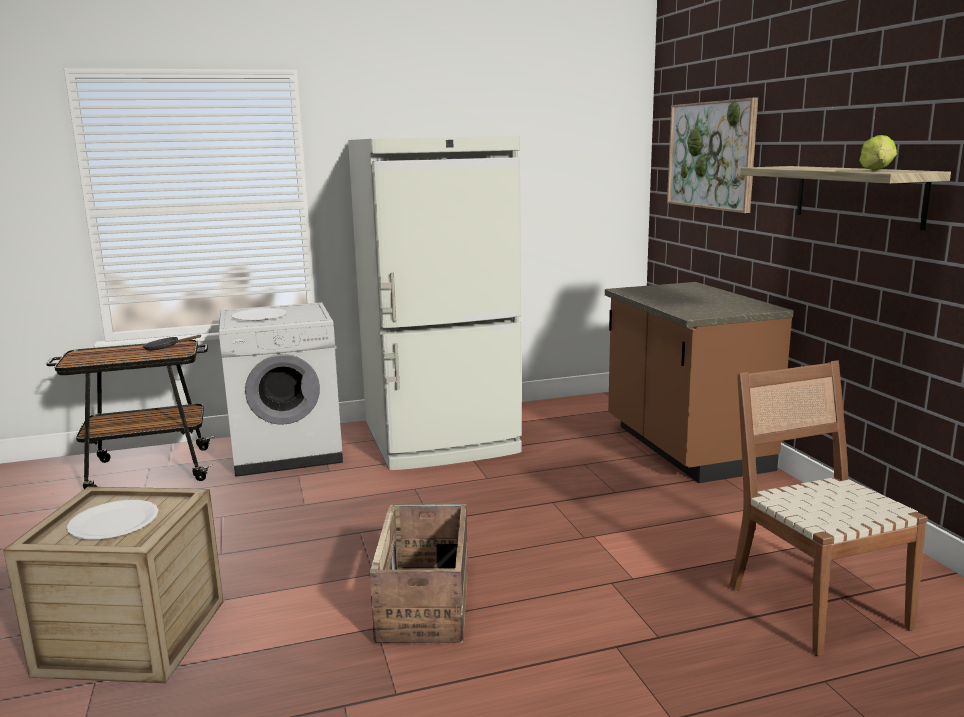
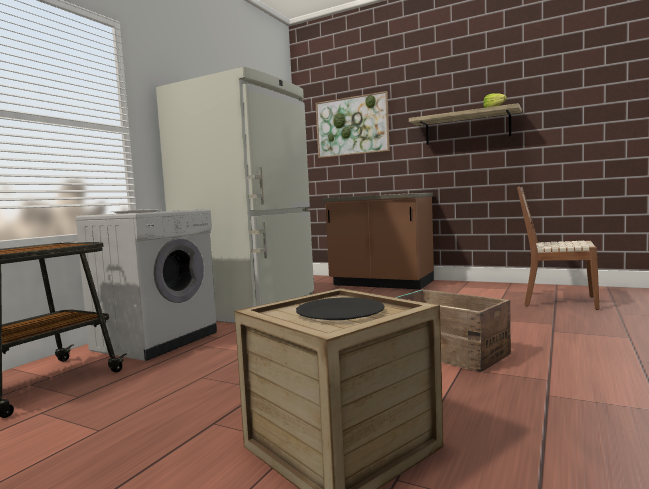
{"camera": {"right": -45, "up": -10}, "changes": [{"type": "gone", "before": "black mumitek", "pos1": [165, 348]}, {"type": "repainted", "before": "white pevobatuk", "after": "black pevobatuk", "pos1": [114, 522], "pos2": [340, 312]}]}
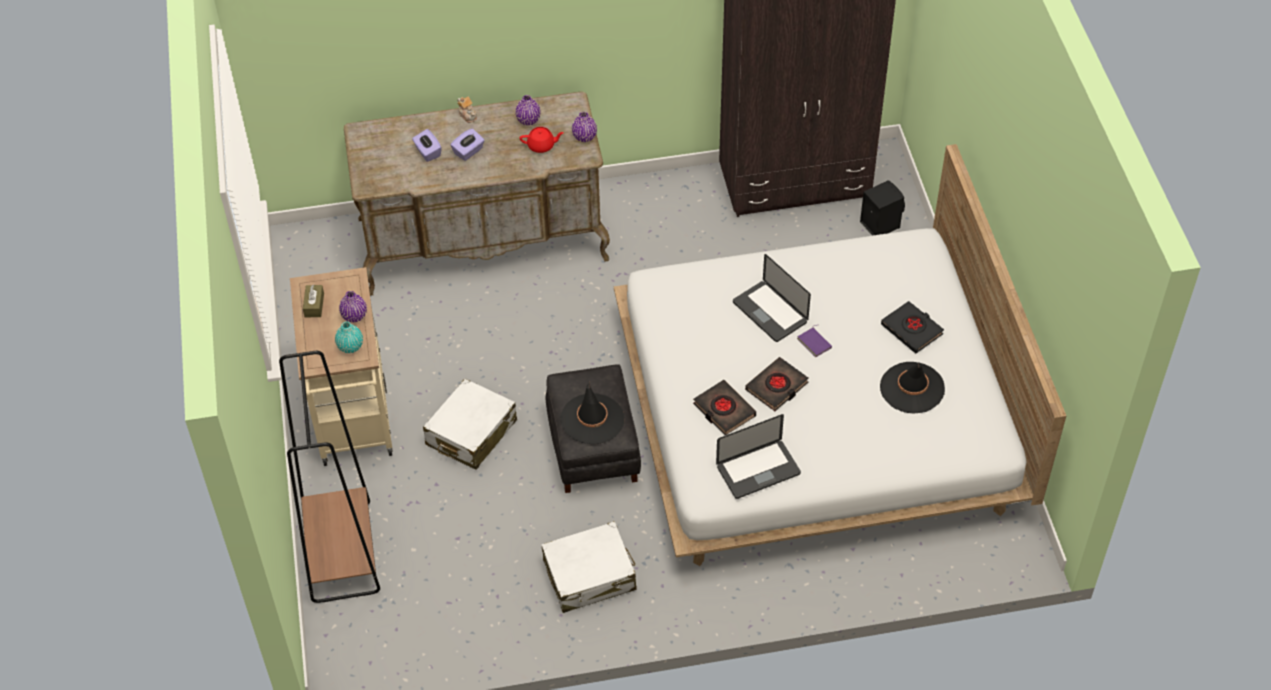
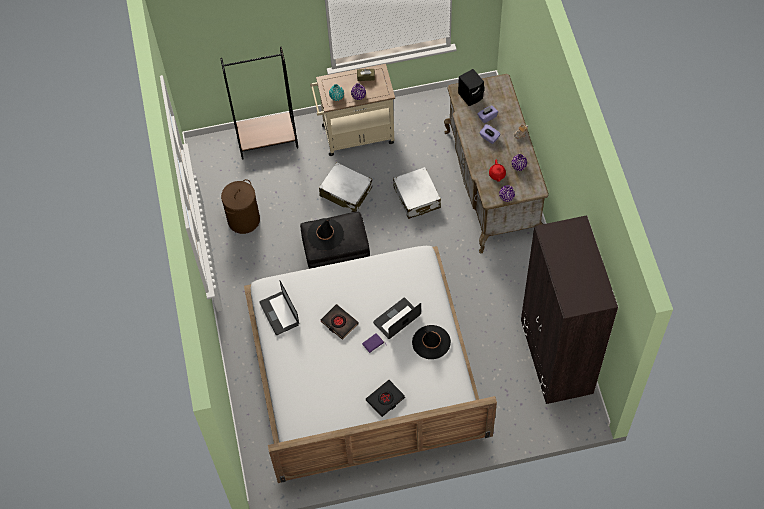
{"camera": {"right": 90, "up": 10}, "changes": [{"type": "gone", "before": "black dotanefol", "pos1": [724, 410]}, {"type": "new", "after": "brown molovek", "pos2": [244, 219]}, {"type": "shifted", "before": "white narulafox", "pos1": [590, 575], "pos2": [417, 197]}, {"type": "shifted", "before": "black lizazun", "pos1": [879, 224], "pos2": [471, 95]}, {"type": "shifted", "before": "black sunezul", "pos1": [912, 388], "pos2": [431, 342]}]}
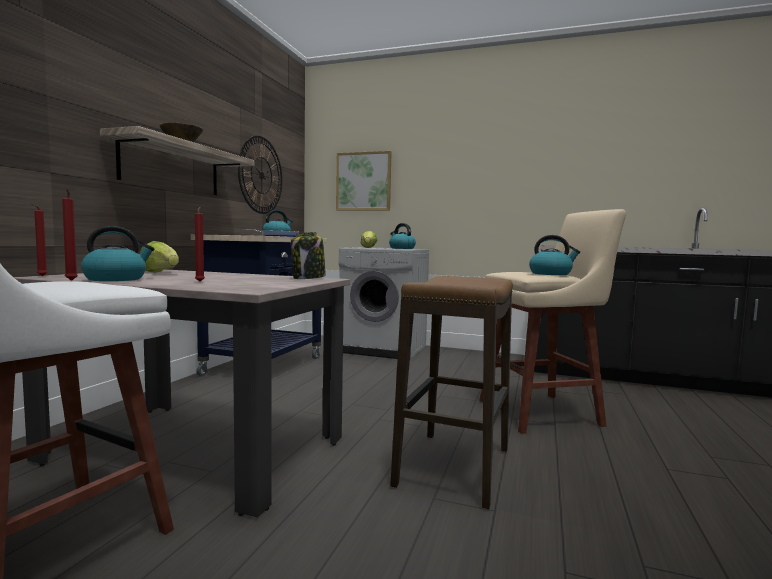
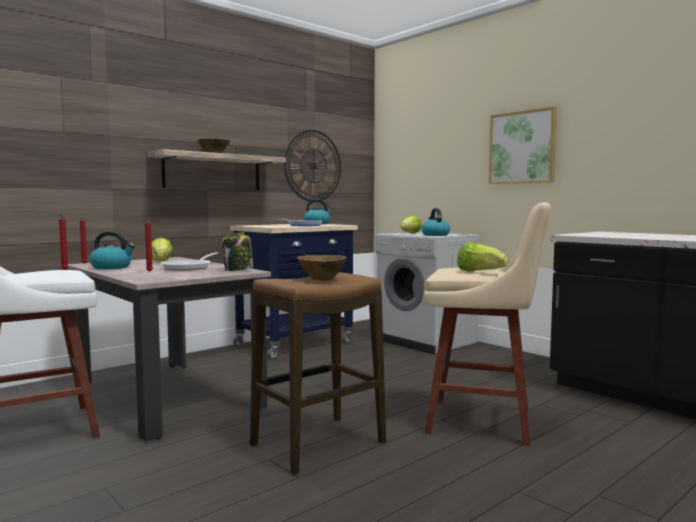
{"camera": {"right": 30, "up": 0}, "changes": [{"type": "new", "after": "mumitek", "pos2": [189, 267]}, {"type": "new", "after": "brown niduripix", "pos2": [321, 279]}, {"type": "shifted", "before": "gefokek", "pos1": [363, 181], "pos2": [522, 147]}, {"type": "swapped", "before": "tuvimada", "after": "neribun", "pos1": [551, 274], "pos2": [480, 272]}]}
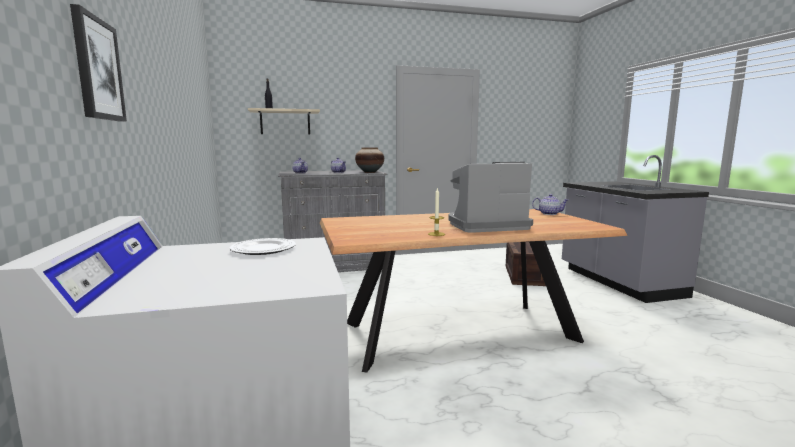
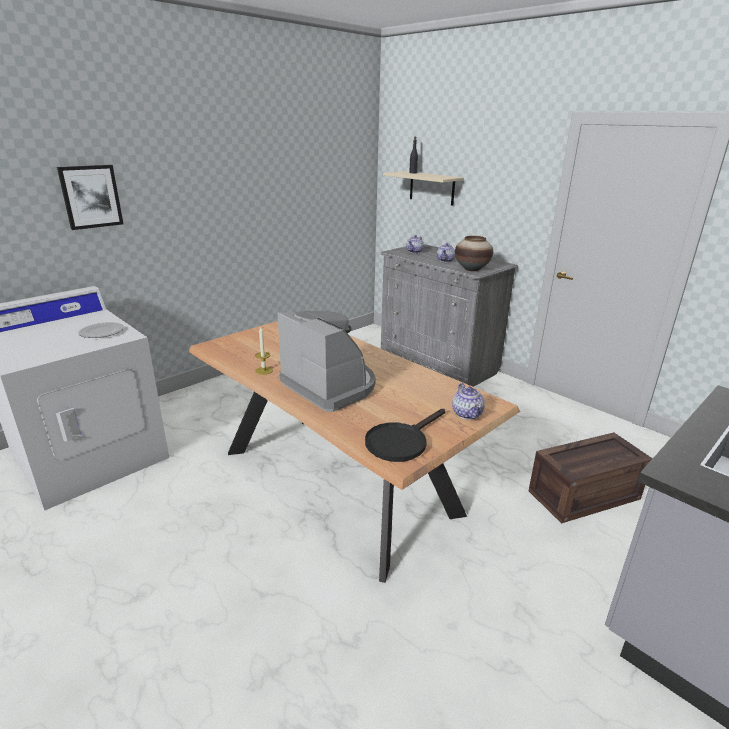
{"camera": {"right": 60, "up": 15}, "changes": [{"type": "new", "after": "black mumitek", "pos2": [401, 441]}]}
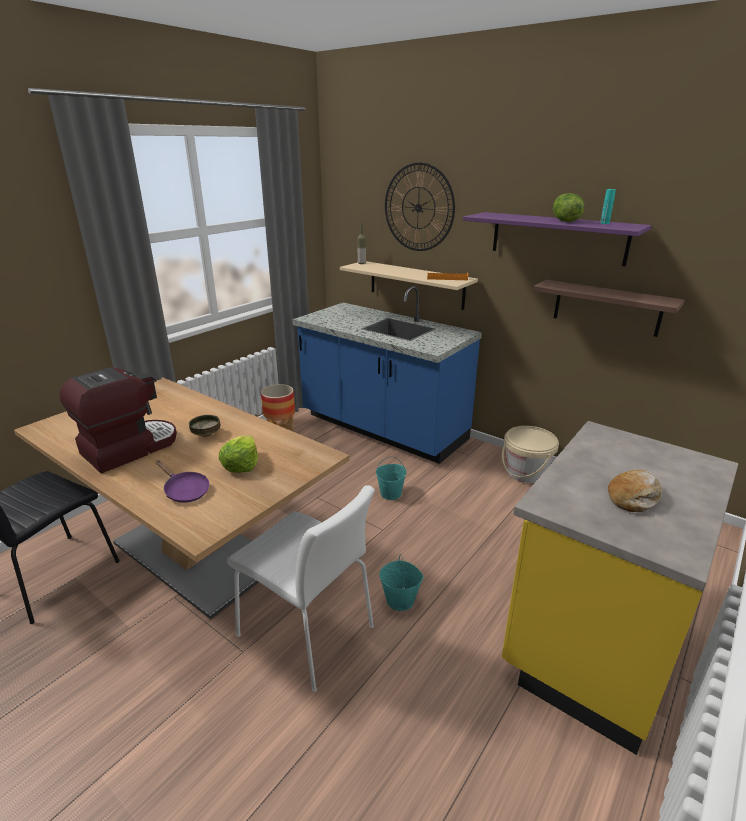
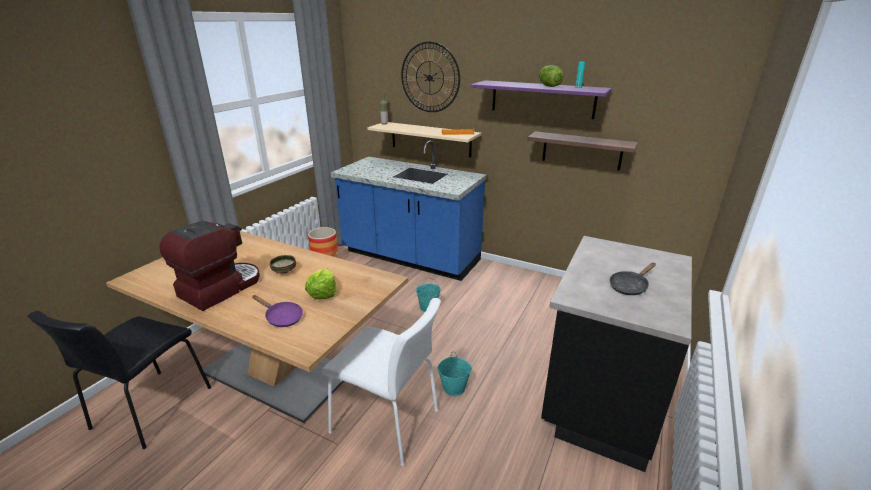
{"camera": {"right": -10, "up": 0}, "changes": [{"type": "gone", "before": "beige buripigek", "pos1": [526, 472]}, {"type": "swapped", "before": "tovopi", "after": "black mumitek", "pos1": [633, 497], "pos2": [630, 286]}, {"type": "repainted", "before": "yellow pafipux", "after": "black pafipux", "pos1": [590, 642], "pos2": [599, 399]}]}
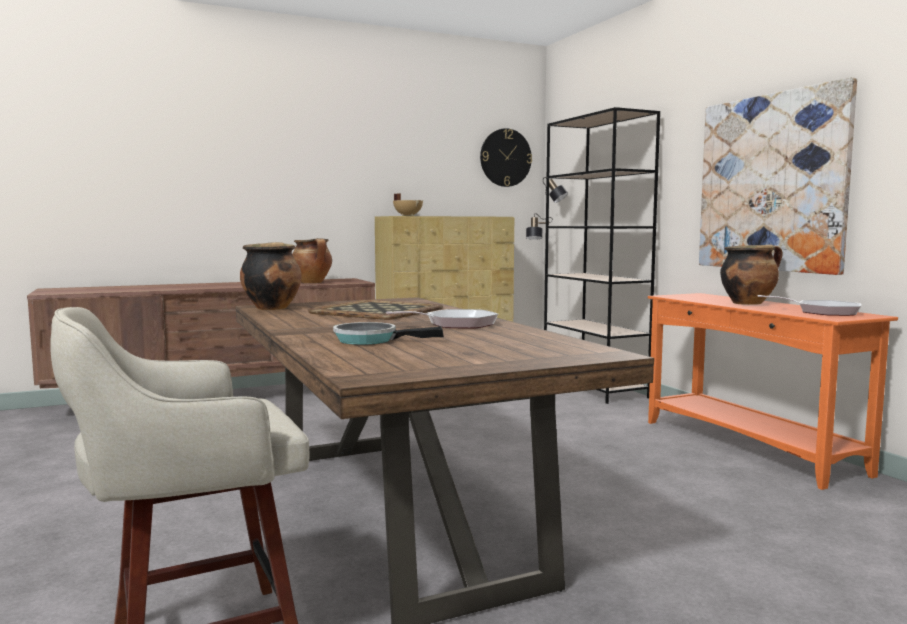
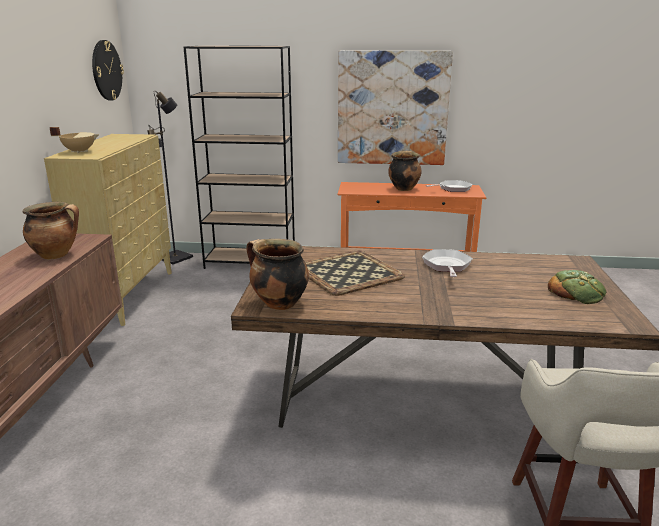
{"camera": {"right": -60, "up": 15}, "changes": [{"type": "gone", "before": "mumitek", "pos1": [371, 340]}, {"type": "new", "after": "tovopi", "pos2": [576, 291]}]}
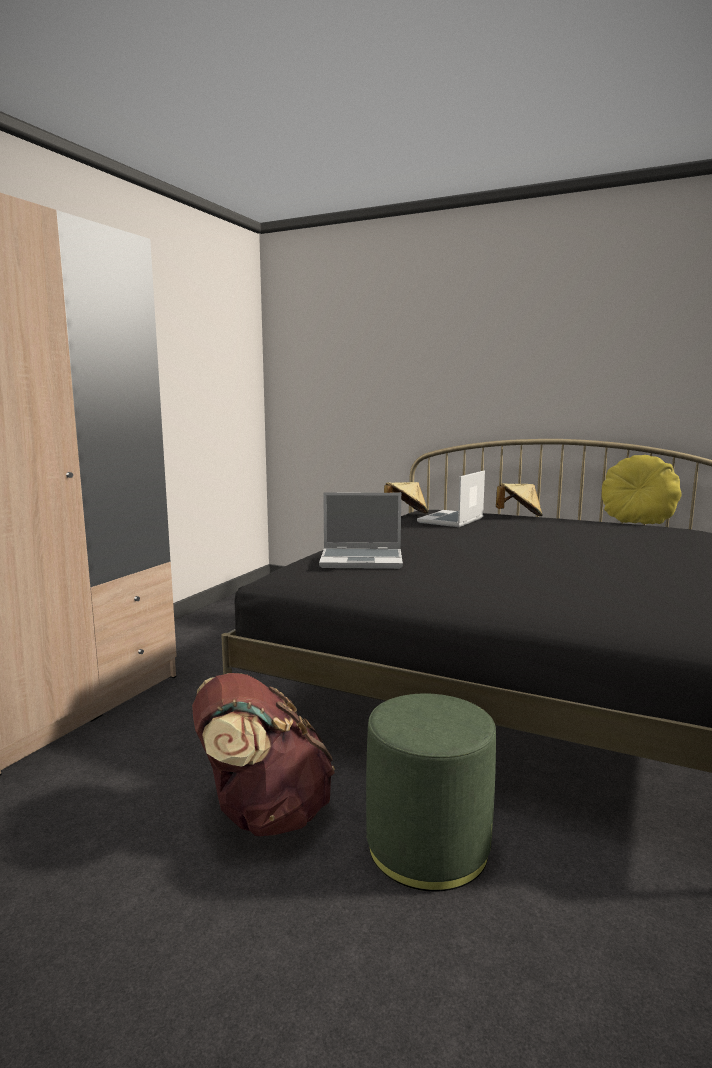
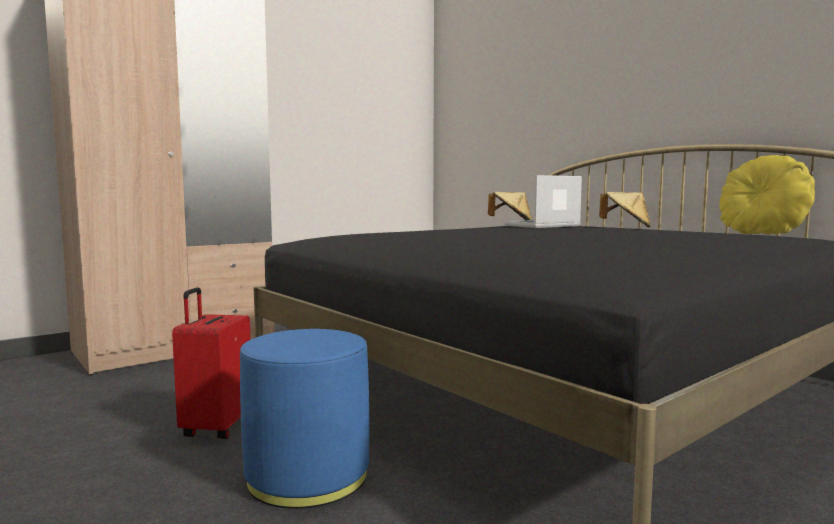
{"camera": {"right": 25, "up": -5}, "changes": [{"type": "gone", "before": "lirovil", "pos1": [362, 560]}, {"type": "swapped", "before": "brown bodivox", "after": "red narulafox", "pos1": [263, 814], "pos2": [216, 428]}, {"type": "repainted", "before": "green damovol", "after": "blue damovol", "pos1": [428, 846], "pos2": [308, 476]}]}
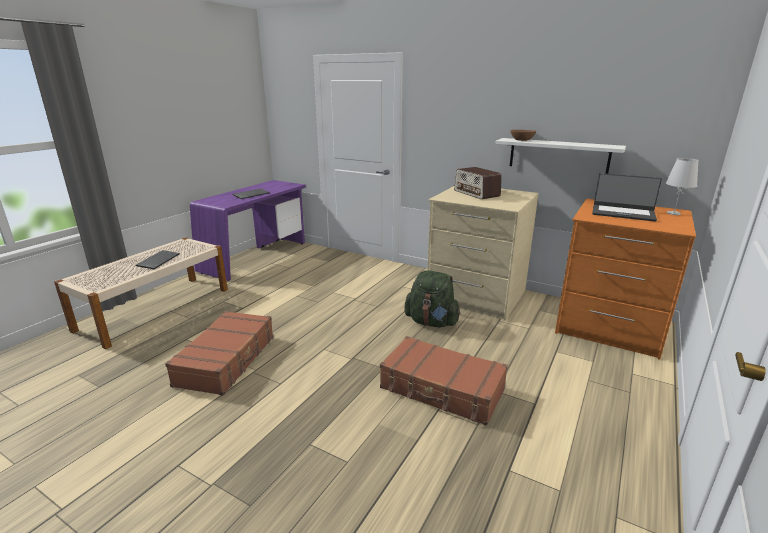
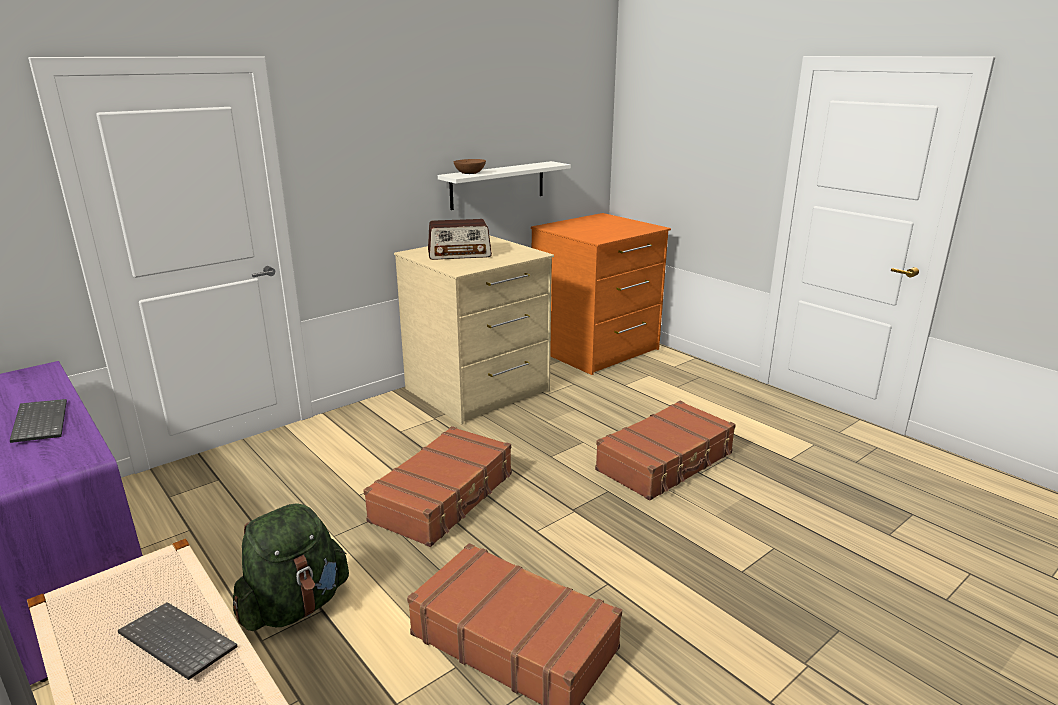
{"camera": {"right": -70, "up": 0}, "changes": [{"type": "gone", "before": "lirovil", "pos1": [623, 213]}, {"type": "gone", "before": "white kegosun", "pos1": [673, 213]}, {"type": "new", "after": "brown narulafox", "pos2": [444, 497]}, {"type": "shifted", "before": "green bodivox", "pos1": [432, 322], "pos2": [295, 606]}]}
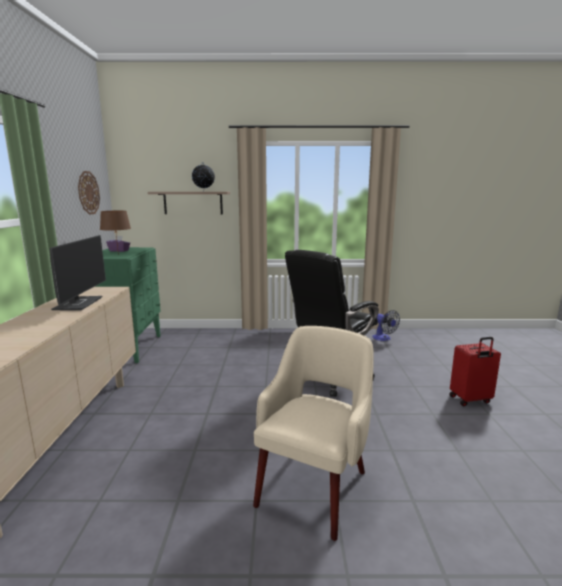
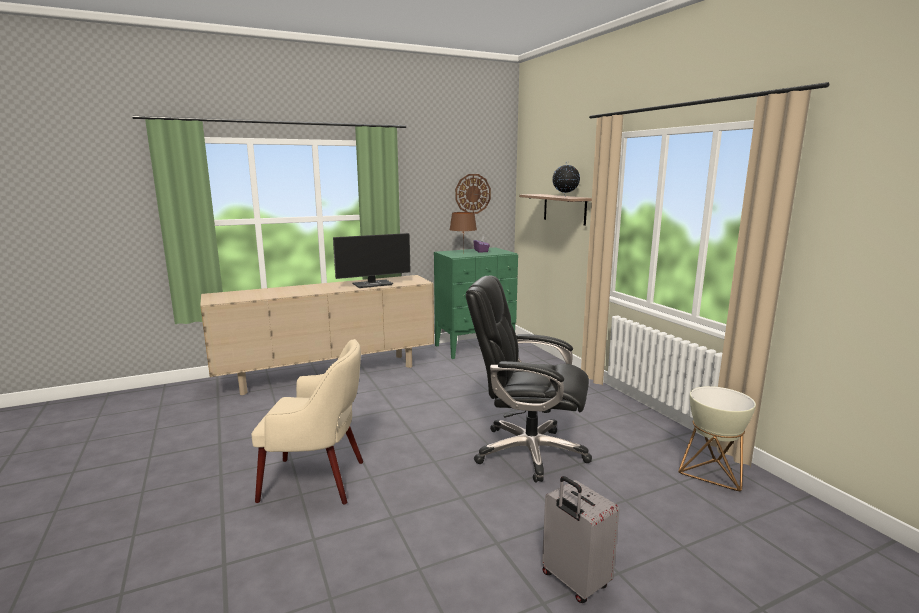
{"camera": {"right": 65, "up": 0}, "changes": [{"type": "swapped", "before": "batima", "after": "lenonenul", "pos1": [384, 338], "pos2": [712, 474]}, {"type": "repainted", "before": "red narulafox", "after": "grey narulafox", "pos1": [470, 400], "pos2": [574, 582]}]}
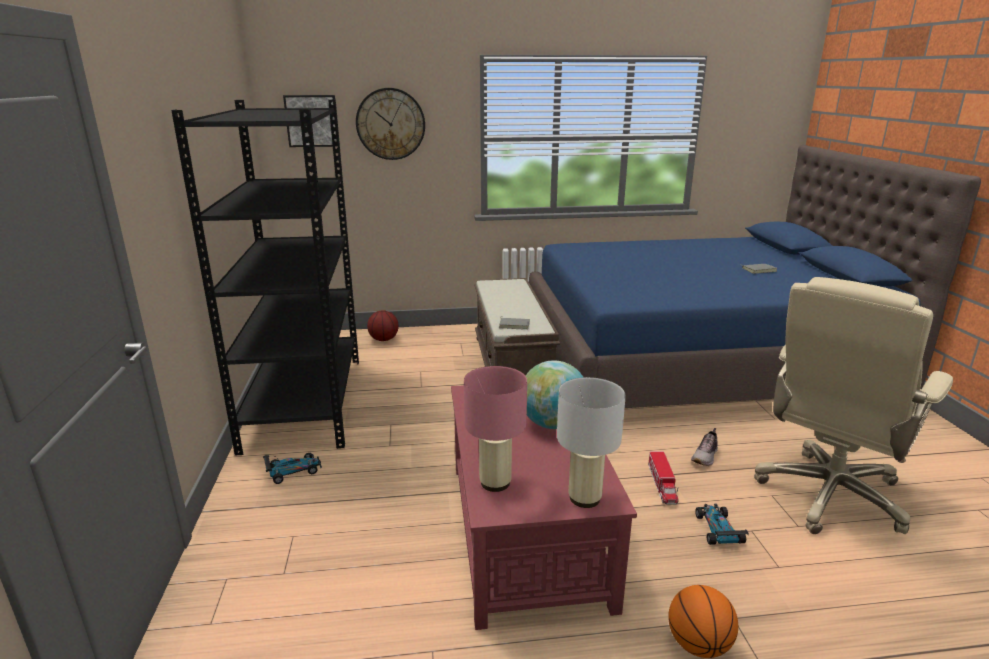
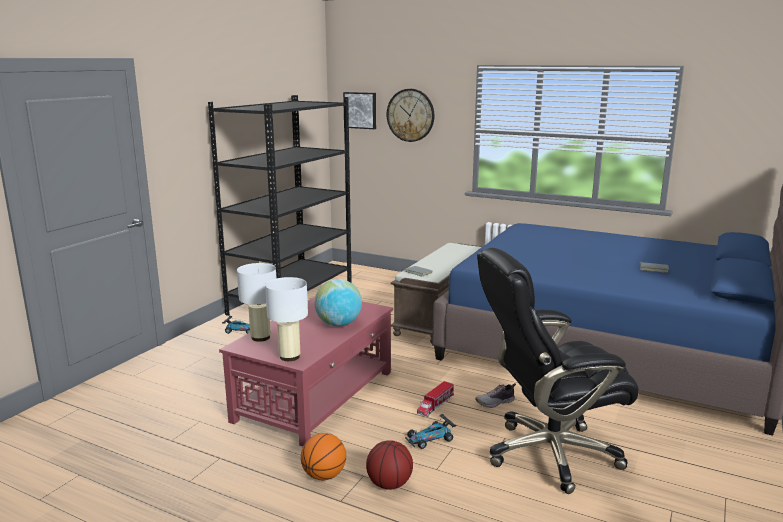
{"camera": {"right": 35, "up": -5}, "changes": [{"type": "shifted", "before": "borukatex", "pos1": [383, 339], "pos2": [389, 484]}, {"type": "repainted", "before": "pink kegosun", "after": "white kegosun", "pos1": [494, 483], "pos2": [260, 337]}, {"type": "repainted", "before": "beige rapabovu", "after": "black rapabovu", "pos1": [827, 497], "pos2": [546, 454]}, {"type": "rotated", "before": "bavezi", "pos1": [718, 530], "pos2": [430, 438], "turn": -150}]}
